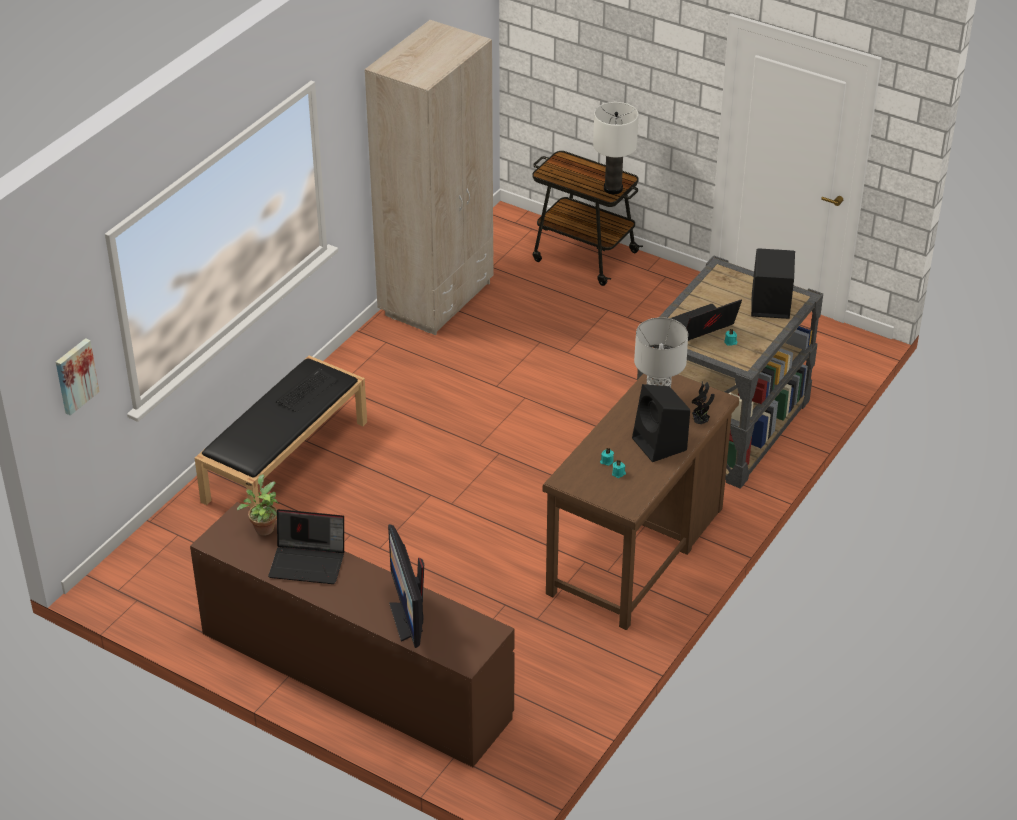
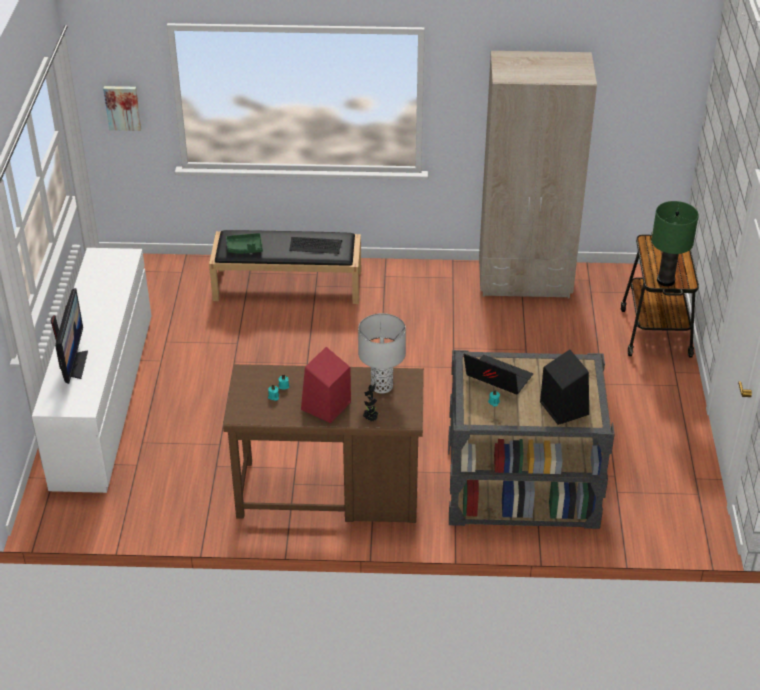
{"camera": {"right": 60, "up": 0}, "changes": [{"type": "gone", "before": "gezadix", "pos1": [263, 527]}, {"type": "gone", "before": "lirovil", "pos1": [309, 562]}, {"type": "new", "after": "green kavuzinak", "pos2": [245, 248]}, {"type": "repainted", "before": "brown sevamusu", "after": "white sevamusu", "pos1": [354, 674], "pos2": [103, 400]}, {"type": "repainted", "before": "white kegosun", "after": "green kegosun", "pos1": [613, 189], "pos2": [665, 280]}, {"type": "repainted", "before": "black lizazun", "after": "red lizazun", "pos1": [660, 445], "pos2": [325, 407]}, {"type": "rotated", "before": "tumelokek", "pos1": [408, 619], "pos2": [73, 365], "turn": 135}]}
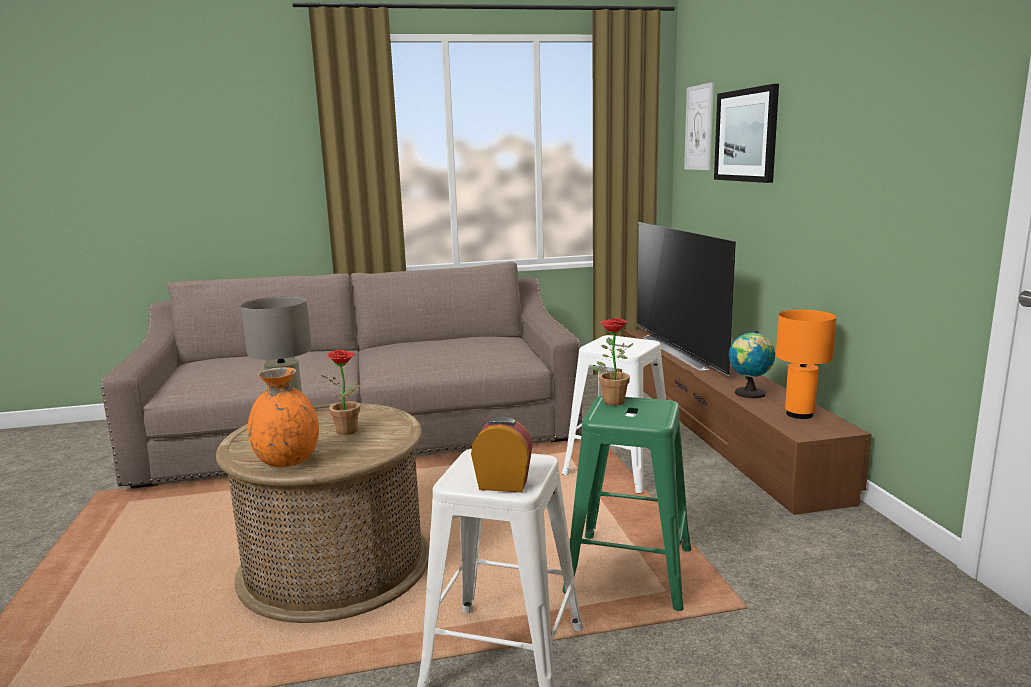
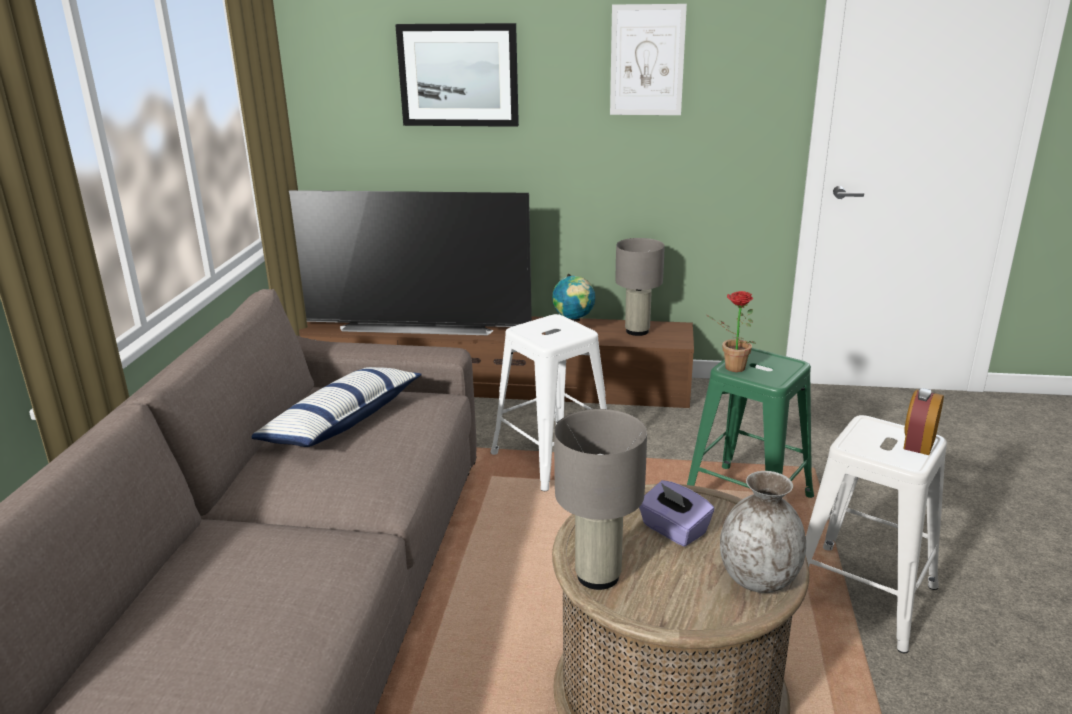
{"camera": {"right": -70, "up": 10}, "changes": [{"type": "new", "after": "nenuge", "pos2": [341, 422]}, {"type": "shifted", "before": "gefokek", "pos1": [699, 127], "pos2": [647, 60]}, {"type": "swapped", "before": "gezadix", "after": "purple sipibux", "pos1": [351, 431], "pos2": [673, 530]}, {"type": "repainted", "before": "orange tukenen", "after": "grey tukenen", "pos1": [287, 461], "pos2": [758, 579]}, {"type": "repainted", "before": "orange kegosun", "after": "grey kegosun", "pos1": [800, 414], "pos2": [637, 331]}]}
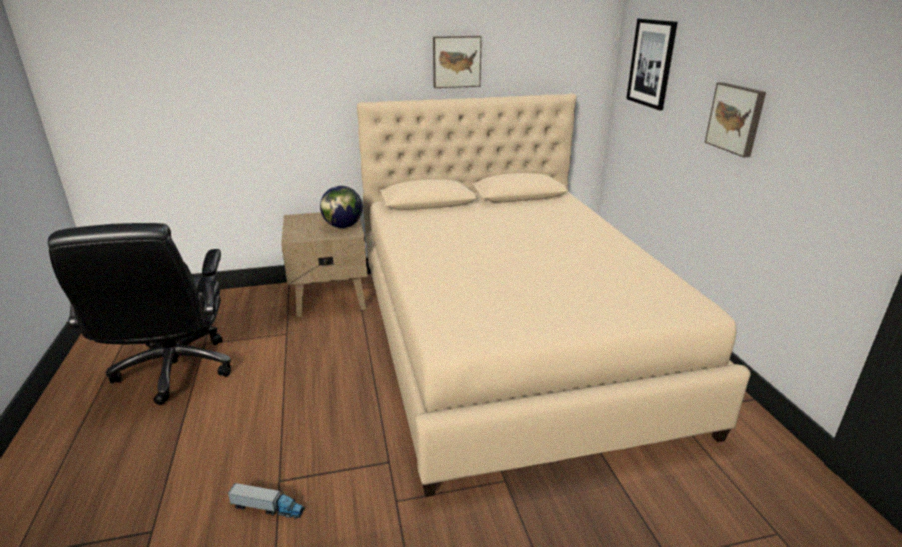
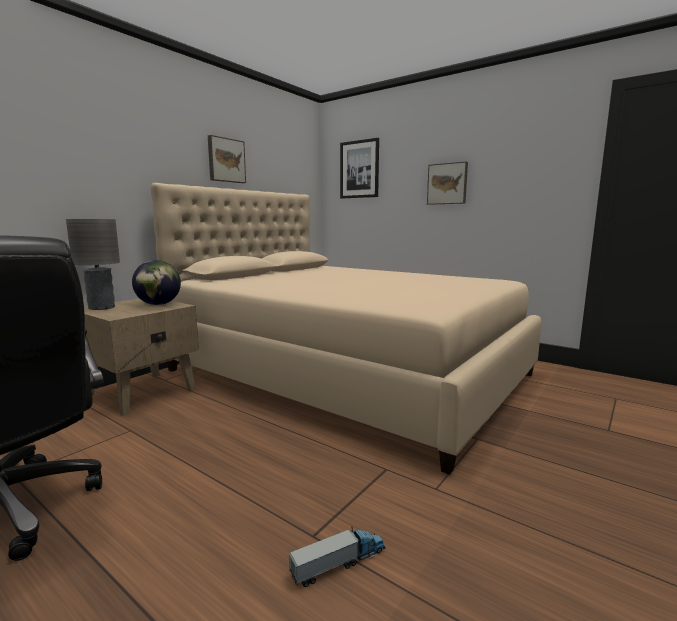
{"camera": {"right": -40, "up": -15}, "changes": [{"type": "new", "after": "grey kegosun", "pos2": [101, 307]}]}
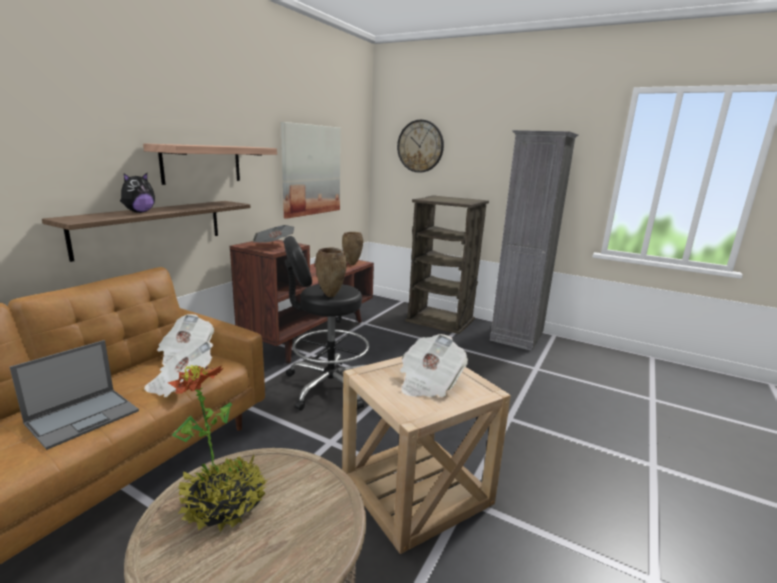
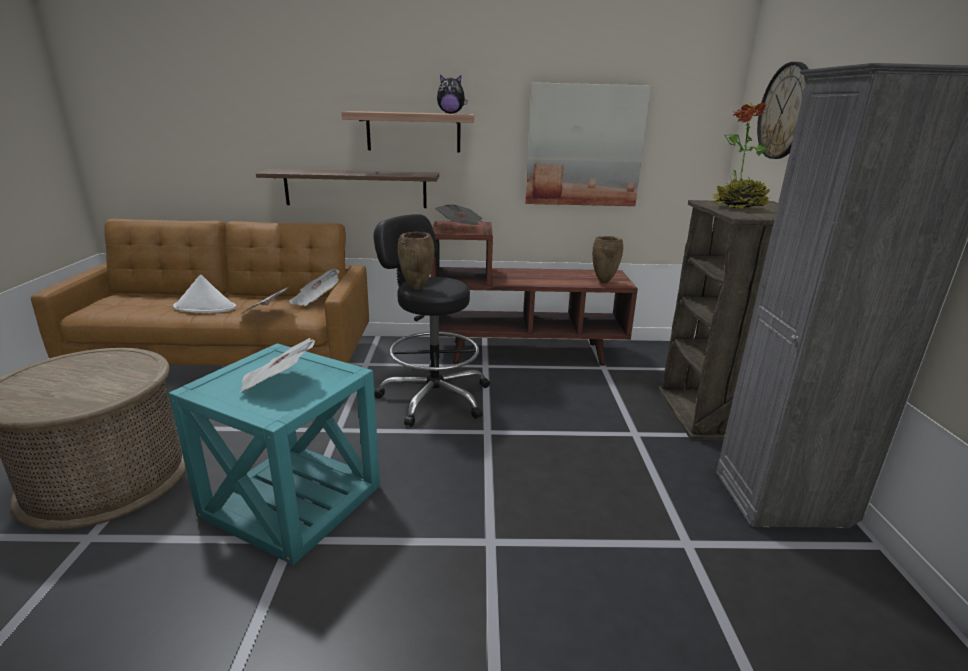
{"camera": {"right": 60, "up": 5}, "changes": [{"type": "shifted", "before": "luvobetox", "pos1": [139, 212], "pos2": [451, 113]}, {"type": "shifted", "before": "gezadix", "pos1": [224, 504], "pos2": [738, 207]}, {"type": "swapped", "before": "lirovil", "after": "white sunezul", "pos1": [84, 416], "pos2": [205, 307]}, {"type": "repainted", "before": "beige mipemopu", "after": "turquoise mipemopu", "pos1": [415, 489], "pos2": [292, 501]}]}
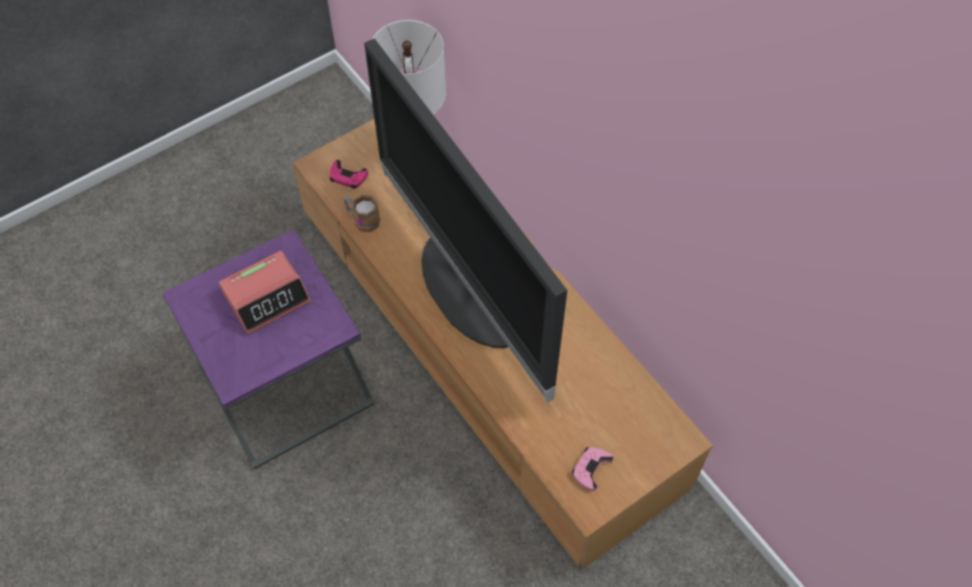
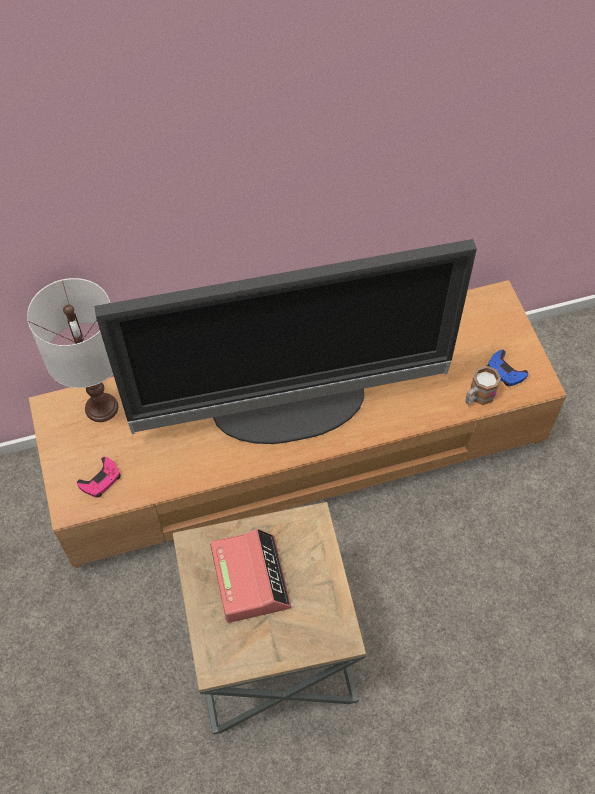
{"camera": {"right": -70, "up": 0}, "changes": [{"type": "shifted", "before": "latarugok", "pos1": [362, 219], "pos2": [478, 396]}, {"type": "repainted", "before": "purple mipemopu", "after": "brown mipemopu", "pos1": [286, 385], "pos2": [271, 646]}, {"type": "repainted", "before": "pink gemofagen", "after": "blue gemofagen", "pos1": [591, 469], "pos2": [505, 371]}]}
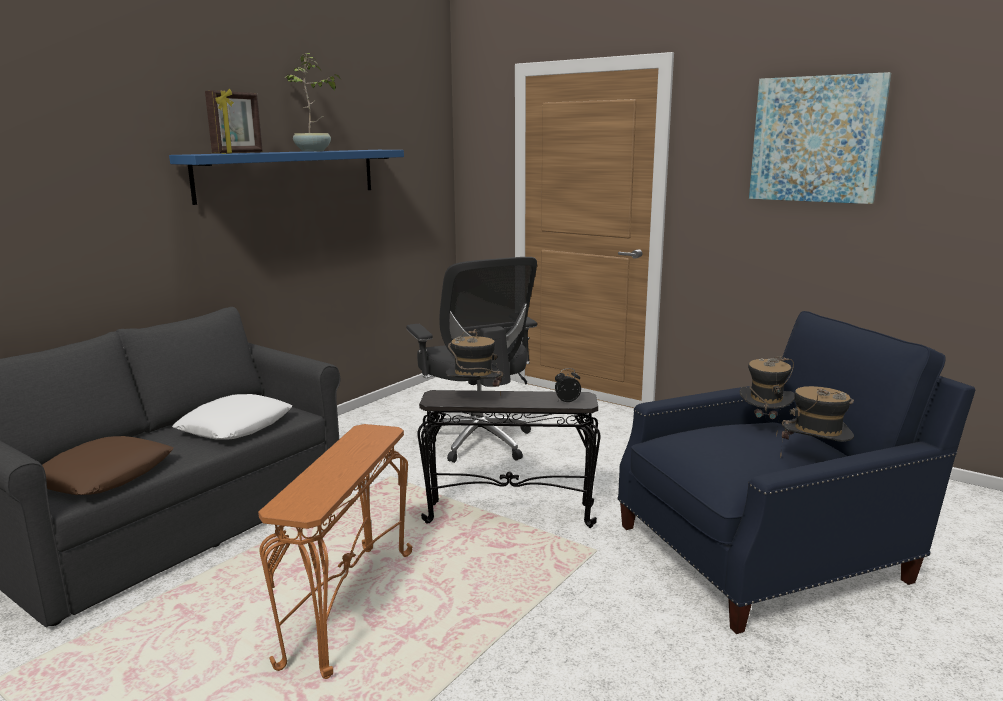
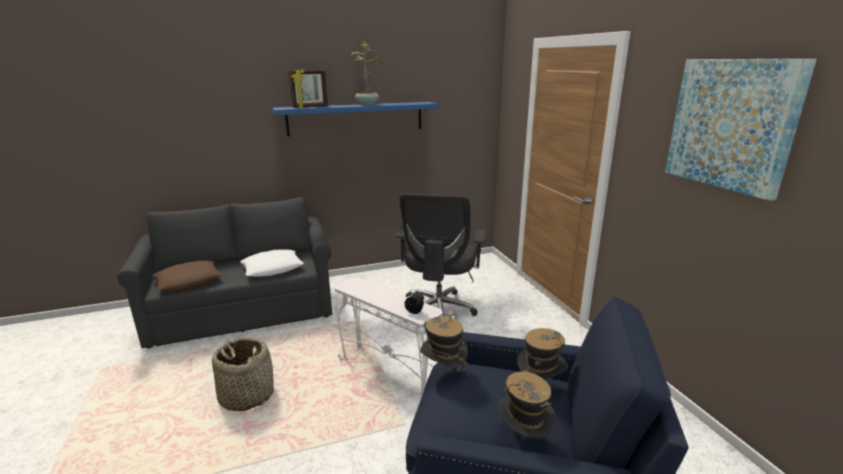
{"camera": {"right": 35, "up": 5}, "changes": [{"type": "shifted", "before": "sunezul", "pos1": [474, 399], "pos2": [443, 371]}, {"type": "swapped", "before": "orange mipemopu", "after": "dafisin", "pos1": [349, 606], "pos2": [247, 395]}, {"type": "repainted", "before": "black mipemopu", "after": "white mipemopu", "pos1": [509, 516], "pos2": [388, 373]}]}
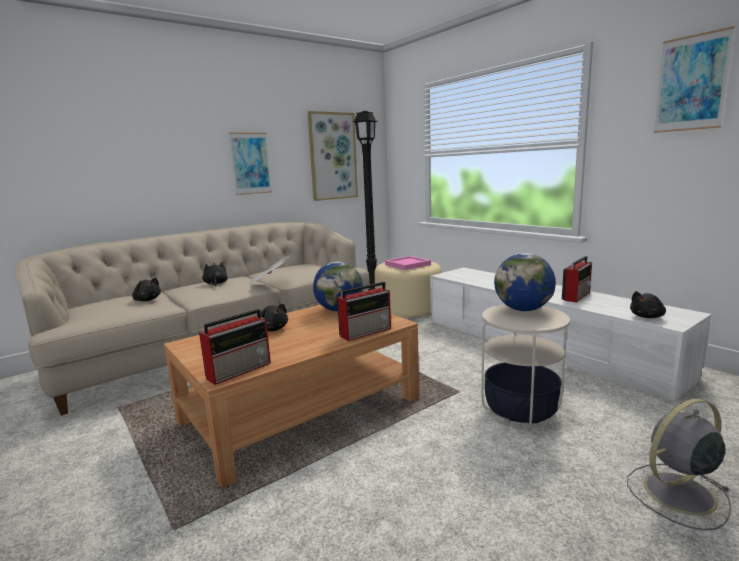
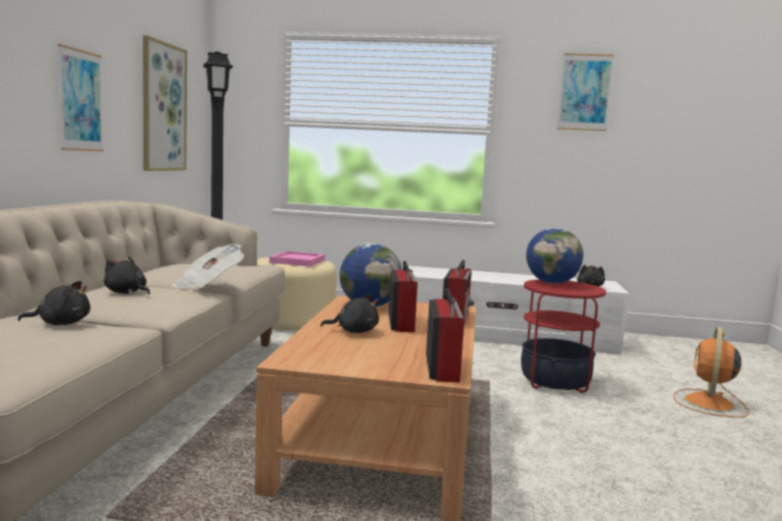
{"camera": {"right": -45, "up": -5}, "changes": [{"type": "shifted", "before": "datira", "pos1": [576, 296], "pos2": [401, 322]}, {"type": "repainted", "before": "beige mipemopu", "after": "red mipemopu", "pos1": [521, 410], "pos2": [555, 383]}, {"type": "repainted", "before": "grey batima", "after": "orange batima", "pos1": [677, 494], "pos2": [709, 403]}]}
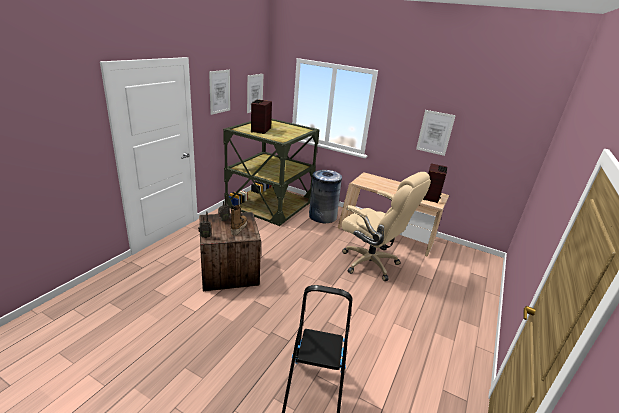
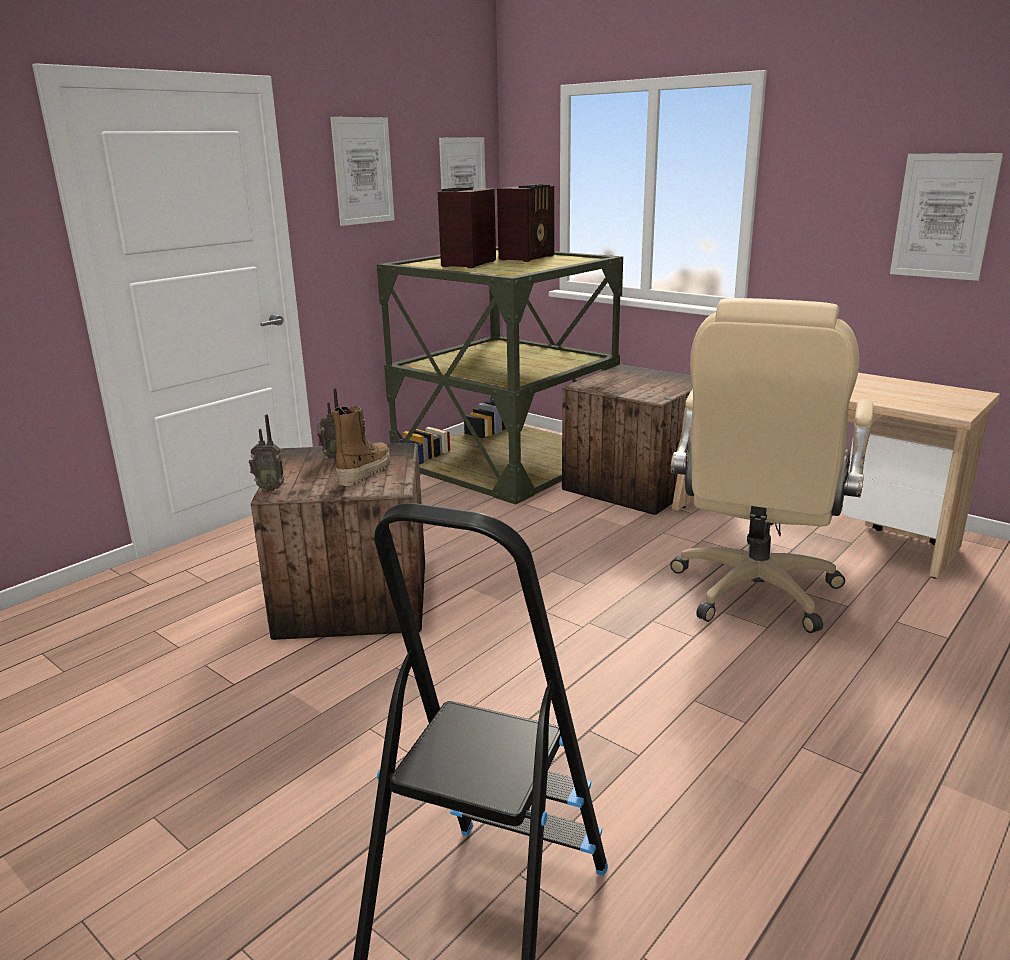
{"camera": {"right": 15, "up": -5}, "changes": [{"type": "shifted", "before": "datira", "pos1": [431, 196], "pos2": [528, 257]}, {"type": "swapped", "before": "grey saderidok", "after": "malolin", "pos1": [322, 216], "pos2": [637, 485]}, {"type": "rotated", "before": "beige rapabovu", "pos1": [370, 264], "pos2": [754, 592], "turn": 60}]}
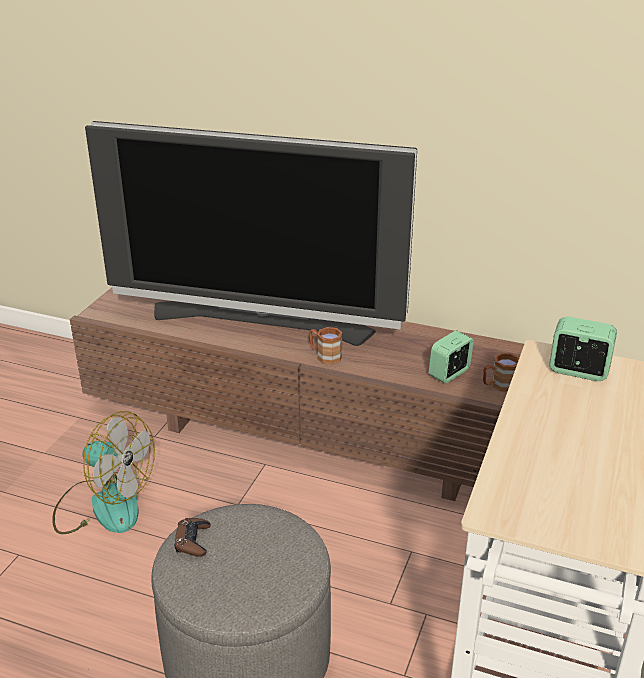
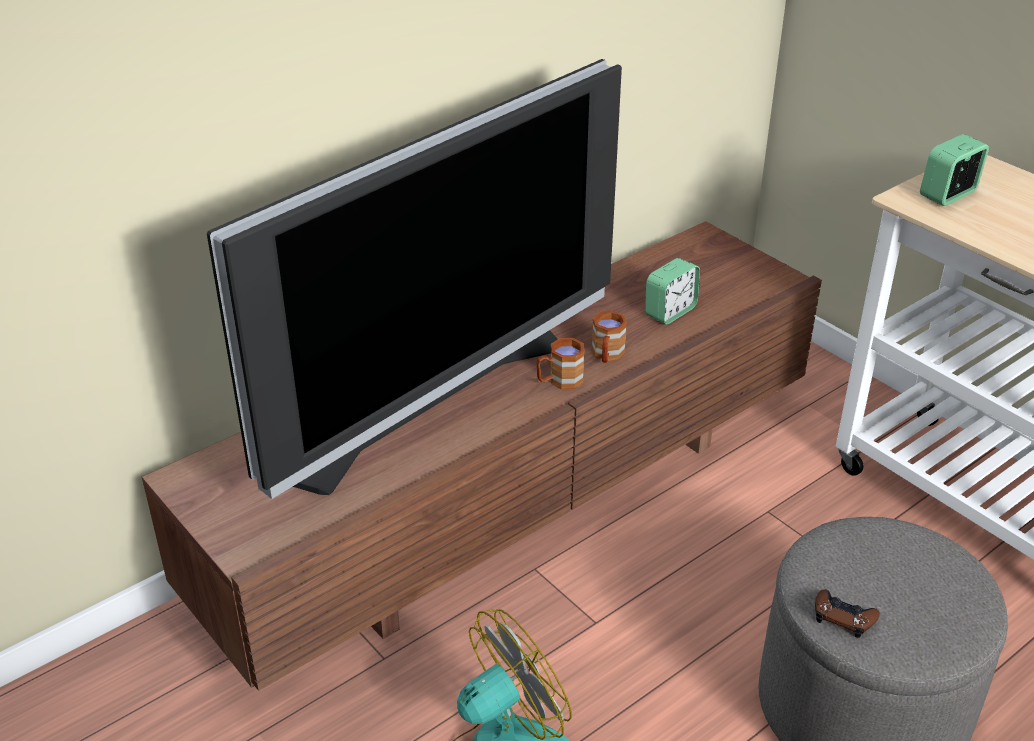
{"camera": {"right": -60, "up": 5}, "changes": [{"type": "shifted", "before": "brown latarugok", "pos1": [499, 385], "pos2": [607, 356]}, {"type": "rotated", "before": "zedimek", "pos1": [449, 373], "pos2": [670, 312], "turn": -120}]}
